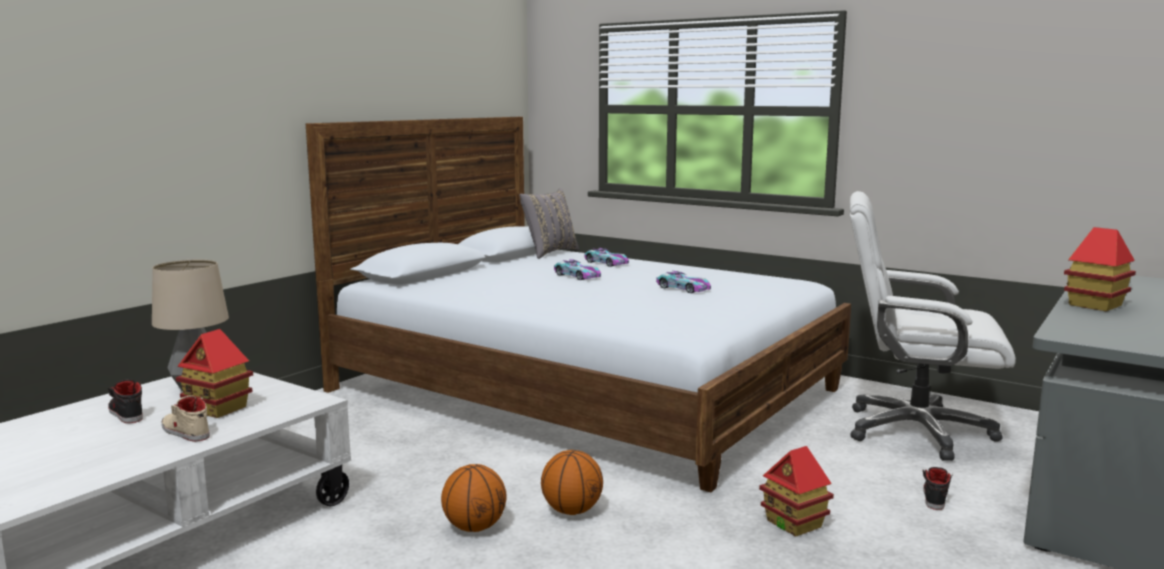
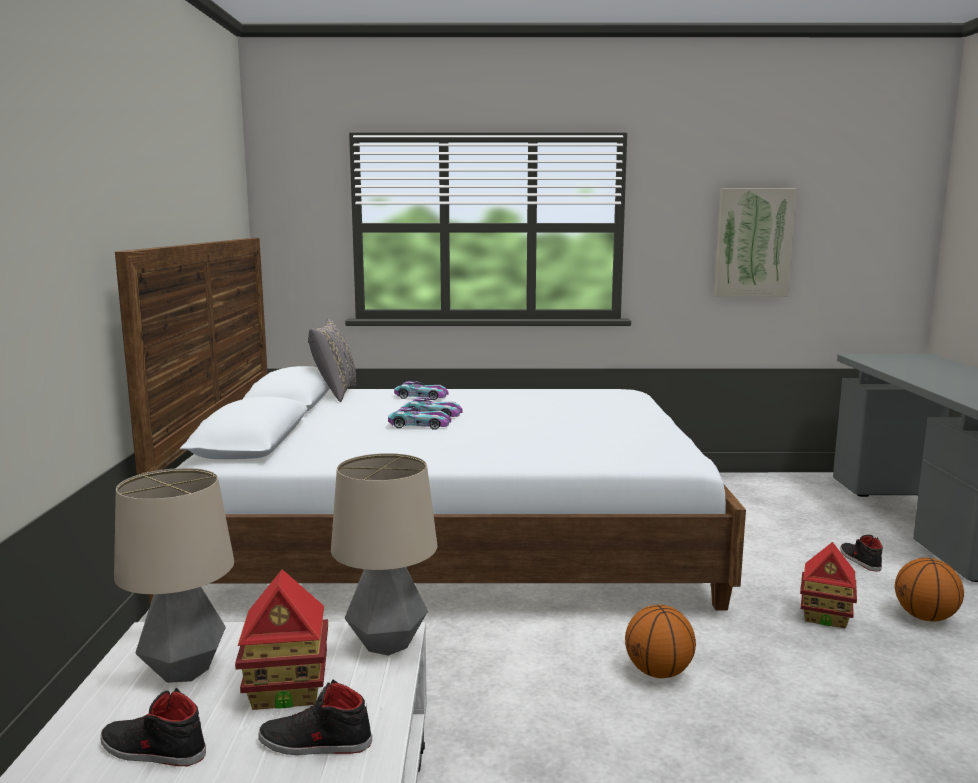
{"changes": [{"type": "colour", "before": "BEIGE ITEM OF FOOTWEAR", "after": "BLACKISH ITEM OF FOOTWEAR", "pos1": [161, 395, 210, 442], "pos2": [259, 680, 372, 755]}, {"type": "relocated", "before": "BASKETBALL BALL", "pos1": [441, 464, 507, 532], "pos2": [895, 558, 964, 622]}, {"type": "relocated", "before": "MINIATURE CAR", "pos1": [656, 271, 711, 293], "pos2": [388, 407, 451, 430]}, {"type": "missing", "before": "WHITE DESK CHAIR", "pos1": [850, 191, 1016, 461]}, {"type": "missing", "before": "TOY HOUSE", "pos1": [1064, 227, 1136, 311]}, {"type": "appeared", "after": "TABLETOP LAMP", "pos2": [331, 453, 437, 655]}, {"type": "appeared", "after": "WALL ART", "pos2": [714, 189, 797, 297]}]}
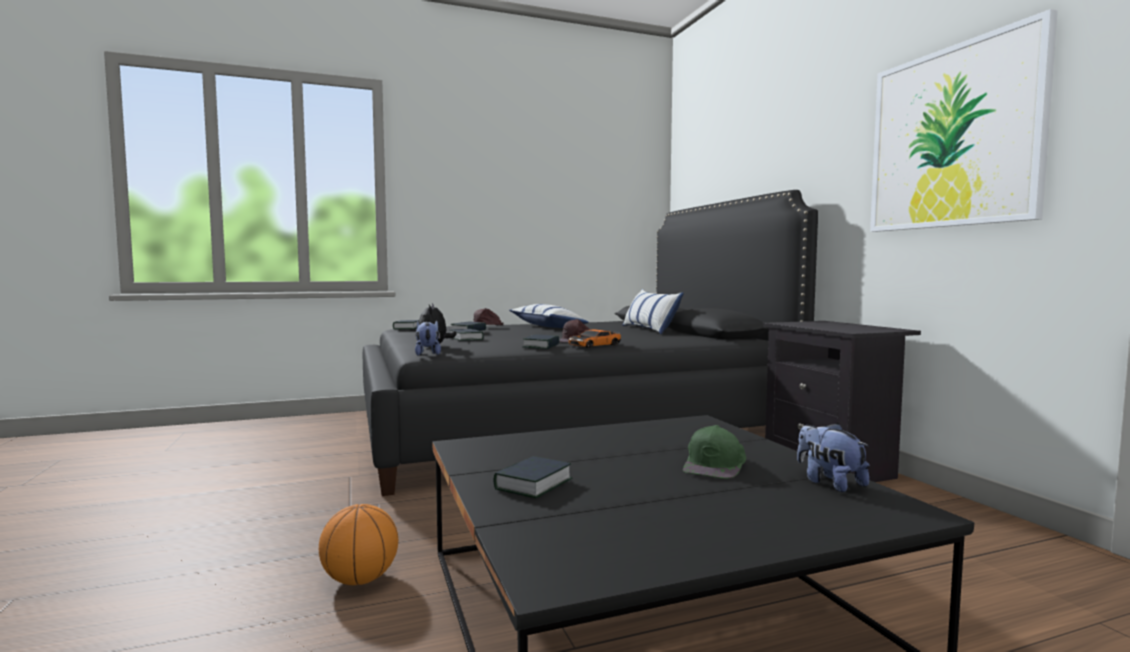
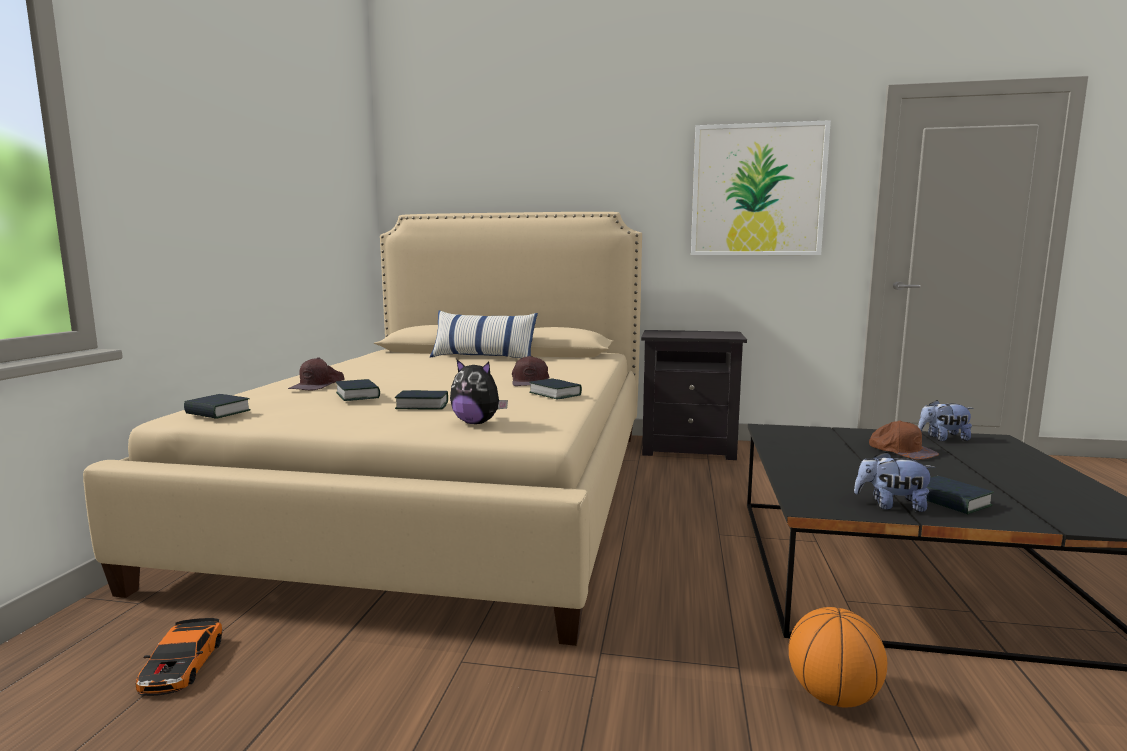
{"changes": [{"type": "colour", "before": "BLACKISH BEDROOM BED", "after": "BEIGE BEDROOM BED", "pos1": [363, 190, 818, 496], "pos2": [83, 212, 642, 646]}, {"type": "relocated", "before": "PLUSH TOY", "pos1": [415, 320, 441, 356], "pos2": [854, 452, 936, 512]}, {"type": "missing", "before": "THROW PILLOW", "pos1": [509, 304, 589, 328]}, {"type": "relocated", "before": "MINIATURE CAR", "pos1": [568, 330, 621, 348], "pos2": [136, 618, 222, 696]}, {"type": "colour", "before": "GREENISH PEAKED CAP", "after": "BROWNISH PEAKED CAP", "pos1": [683, 425, 746, 479], "pos2": [869, 421, 939, 460]}]}
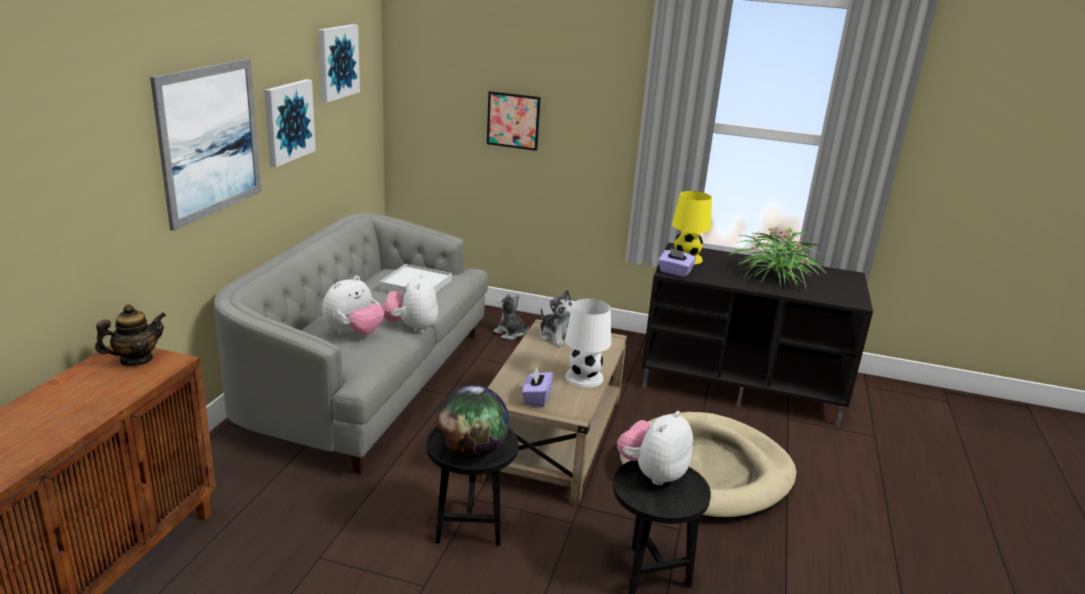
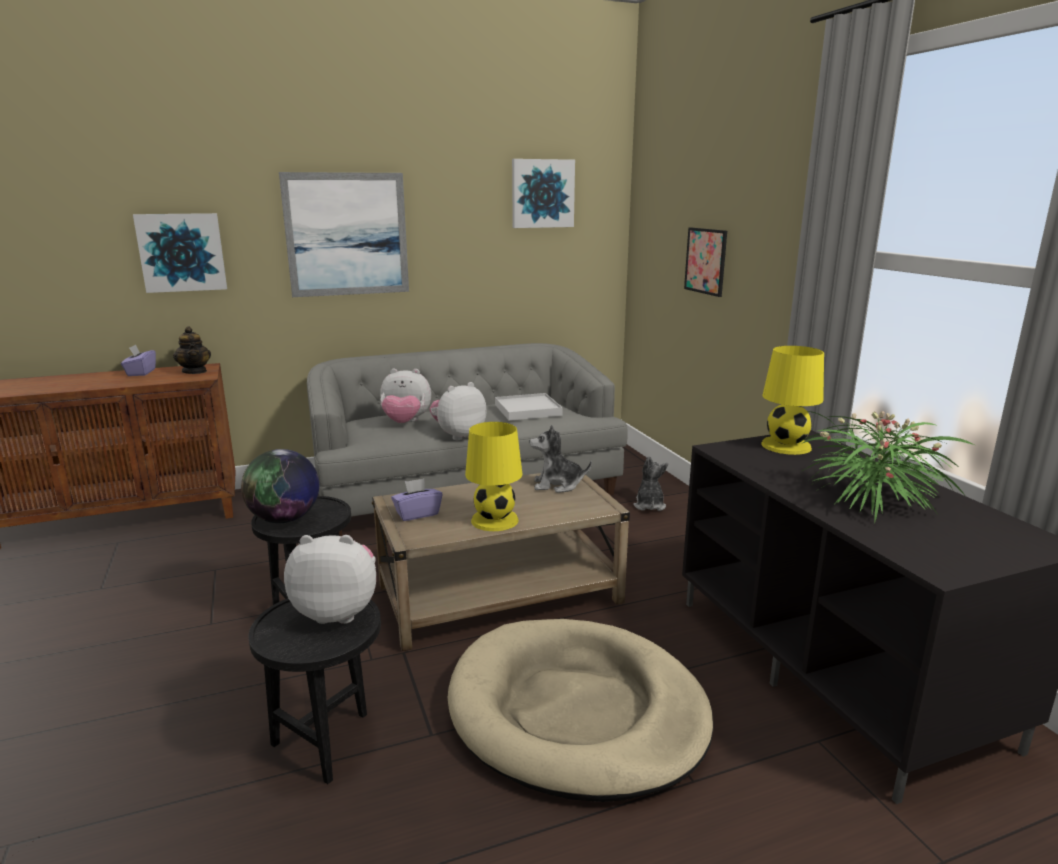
{"changes": [{"type": "spun", "before": "TEA POT", "pos1": [95, 304, 166, 366], "pos2": [173, 326, 211, 374], "turn": 45}, {"type": "relocated", "before": "WALL ART", "pos1": [264, 79, 316, 167], "pos2": [133, 213, 227, 293]}, {"type": "spun", "before": "PLUSH TOY", "pos1": [540, 289, 572, 347], "pos2": [529, 425, 592, 493], "turn": 75}, {"type": "colour", "before": "WHITE TABLETOP LAMP", "after": "YELLOW-COLOURED TABLETOP LAMP", "pos1": [565, 299, 611, 388], "pos2": [465, 422, 522, 531]}, {"type": "relocated", "before": "PURPLE TISSUE HOLDER", "pos1": [658, 248, 696, 277], "pos2": [121, 344, 156, 376]}]}
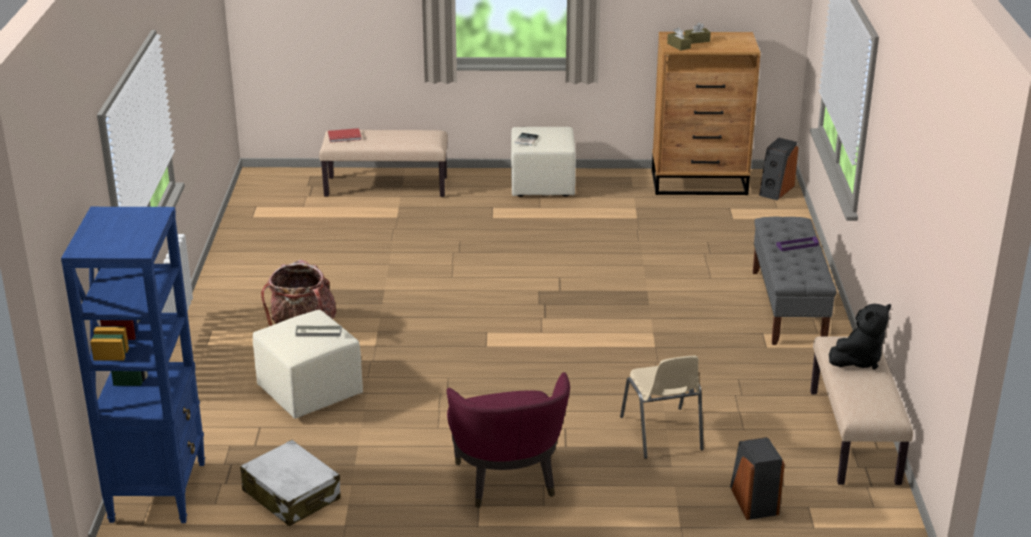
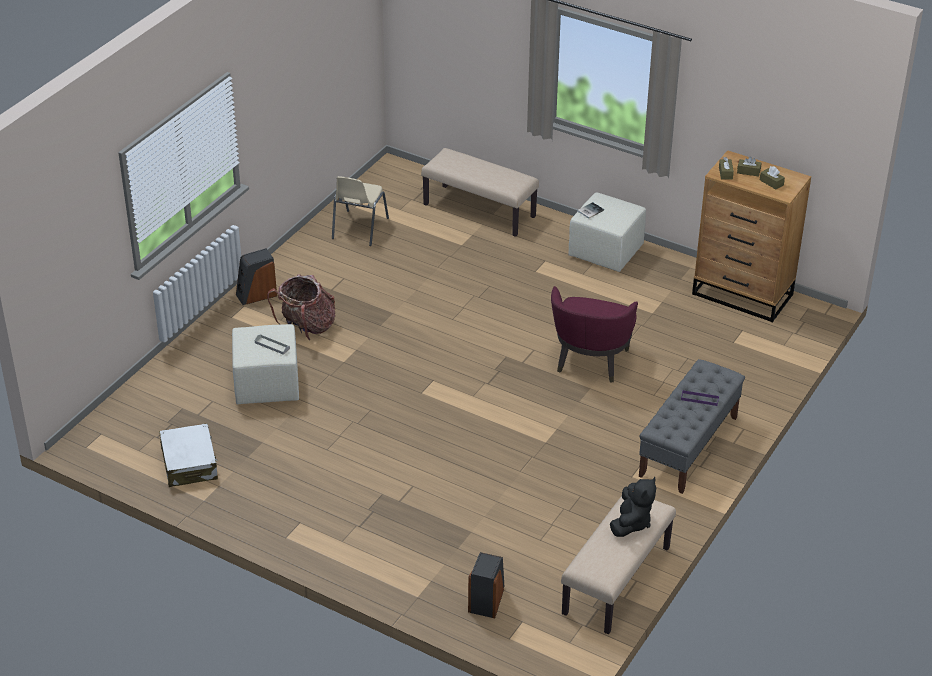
{"changes": [{"type": "missing", "before": "BLUE-COLOURED BOOKSHELF", "pos1": [61, 207, 205, 523]}, {"type": "missing", "before": "RED-COLOURED BOUND BOOK", "pos1": [328, 128, 362, 143]}, {"type": "relocated", "before": "PURPLE EASY CHAIR", "pos1": [447, 372, 570, 508], "pos2": [551, 286, 638, 383]}, {"type": "relocated", "before": "BEIGE PLAIN CHAIR", "pos1": [620, 355, 704, 459], "pos2": [332, 176, 389, 246]}, {"type": "relocated", "before": "LOUDSPEAKER", "pos1": [759, 138, 799, 200], "pos2": [236, 248, 277, 305]}, {"type": "spun", "before": "BLACKISH PLUSH TOY", "pos1": [829, 304, 891, 369], "pos2": [610, 477, 656, 537], "turn": -60}, {"type": "appeared", "after": "BROWNISH TISSUE HOLDER", "pos2": [760, 166, 785, 189]}]}
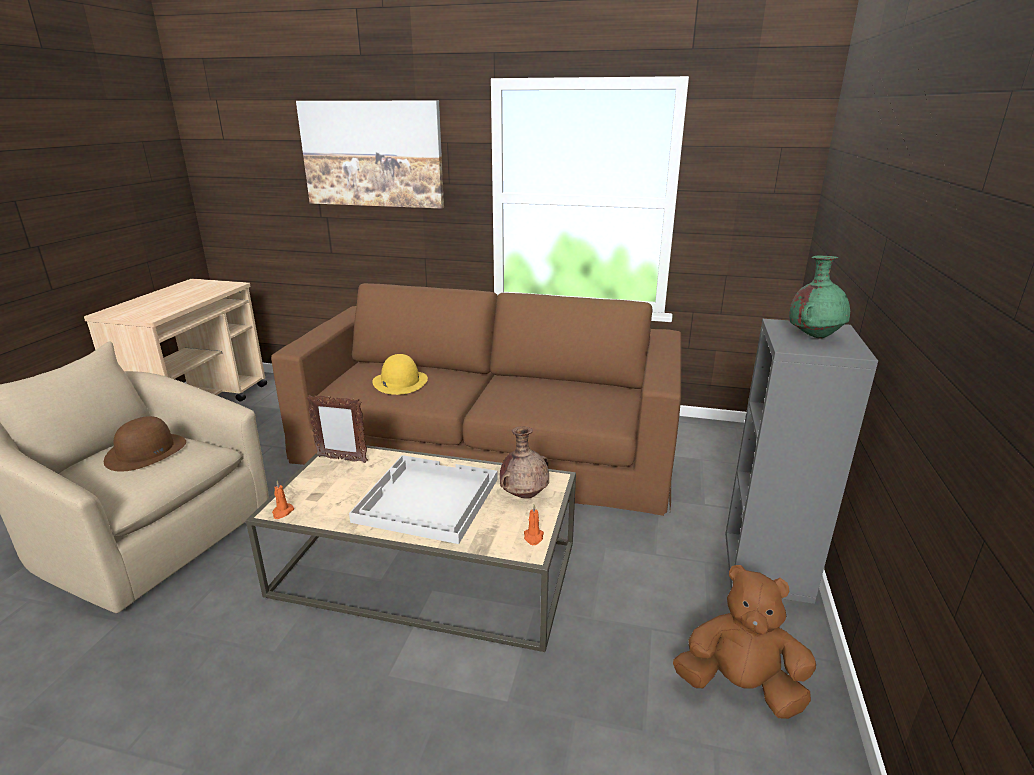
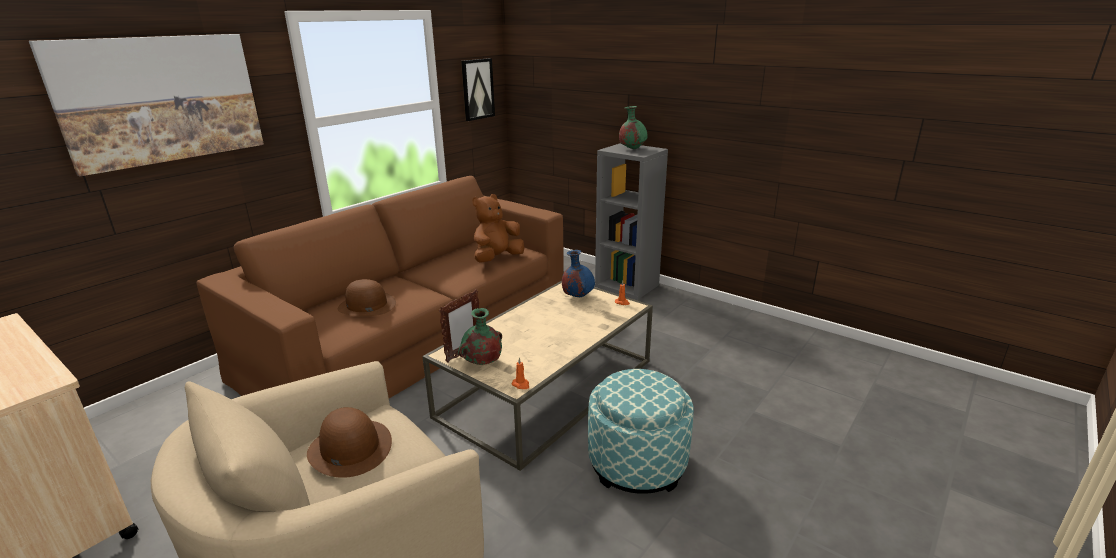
{"changes": [{"type": "missing", "before": "WHITE TRAY", "pos1": [349, 455, 498, 544]}, {"type": "colour", "before": "YELLOW-COLOURED HAT", "after": "BROWNISH HAT", "pos1": [372, 354, 428, 395], "pos2": [338, 279, 396, 316]}, {"type": "colour", "before": "BROWNISH VASE", "after": "BLUE-COLOURED VASE", "pos1": [500, 426, 549, 499], "pos2": [562, 250, 595, 297]}, {"type": "relocated", "before": "BROWNISH PLUSH TOY", "pos1": [673, 565, 816, 719], "pos2": [472, 194, 525, 263]}, {"type": "appeared", "after": "GREENISH VASE", "pos2": [458, 308, 502, 365]}, {"type": "appeared", "after": "WALL ART", "pos2": [461, 58, 495, 121]}, {"type": "appeared", "after": "FOOTREST", "pos2": [588, 369, 694, 494]}]}
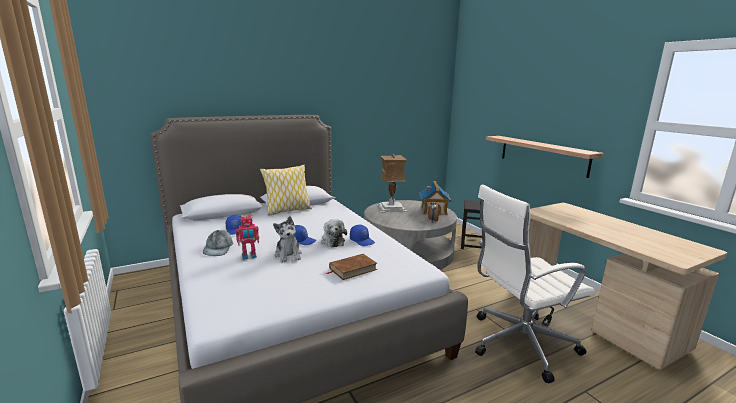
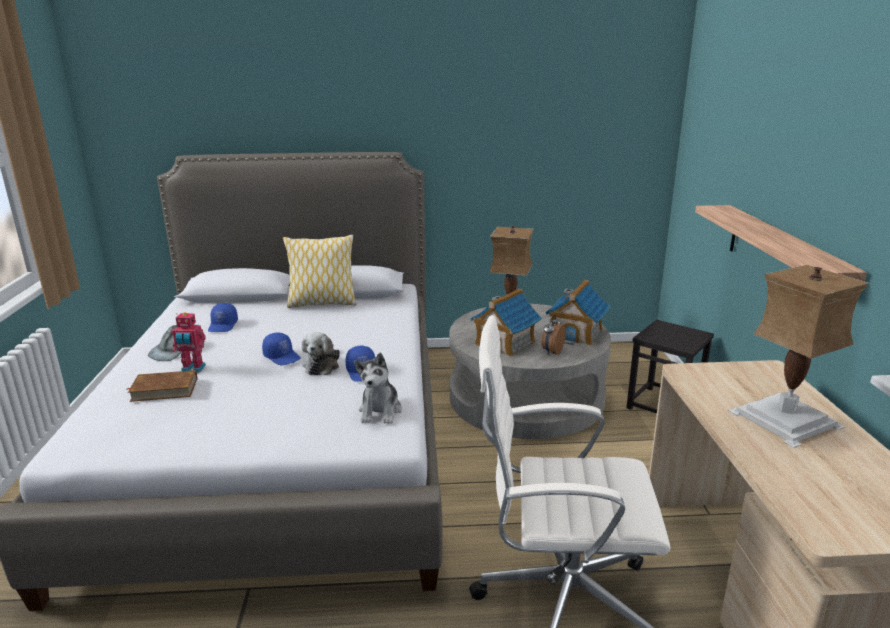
{"changes": [{"type": "relocated", "before": "PLUSH TOY", "pos1": [273, 216, 302, 262], "pos2": [354, 353, 402, 424]}, {"type": "relocated", "before": "BROWNISH BOUND BOOK", "pos1": [327, 254, 377, 280], "pos2": [128, 370, 197, 402]}, {"type": "appeared", "after": "TOY HOUSE", "pos2": [470, 289, 542, 357]}, {"type": "appeared", "after": "TABLETOP LAMP", "pos2": [728, 265, 869, 448]}]}
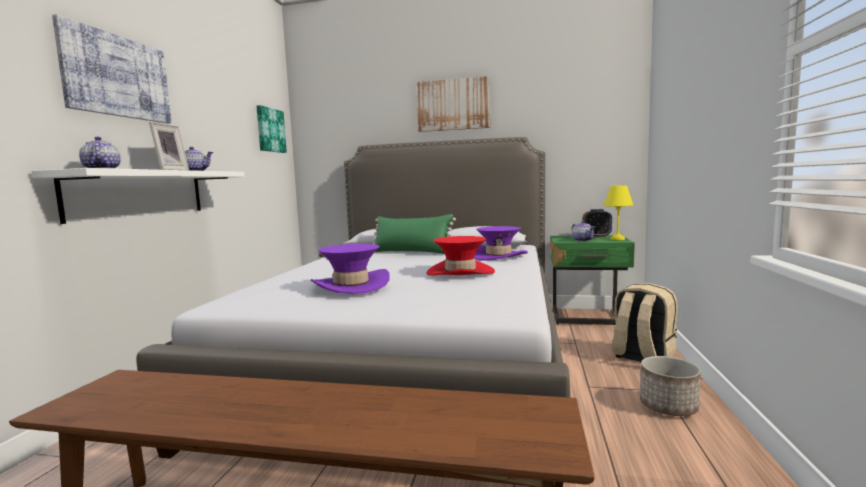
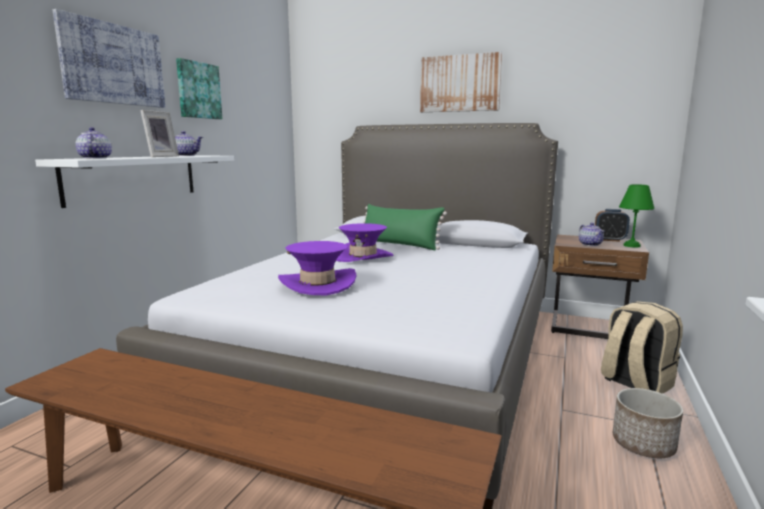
{"changes": [{"type": "relocated", "before": "WALL ART", "pos1": [256, 105, 287, 153], "pos2": [176, 58, 222, 119]}, {"type": "missing", "before": "RED-COLOURED HAT", "pos1": [427, 236, 495, 276]}, {"type": "relocated", "before": "PURPLE HAT", "pos1": [474, 226, 528, 261], "pos2": [336, 223, 394, 262]}, {"type": "colour", "before": "GREENISH NIGHT TABLE", "after": "BROWNISH NIGHT TABLE", "pos1": [550, 235, 635, 325], "pos2": [551, 235, 649, 339]}, {"type": "colour", "before": "YELLOW-COLOURED TABLETOP LAMP", "after": "GREENISH TABLETOP LAMP", "pos1": [604, 185, 633, 240], "pos2": [619, 184, 655, 248]}]}
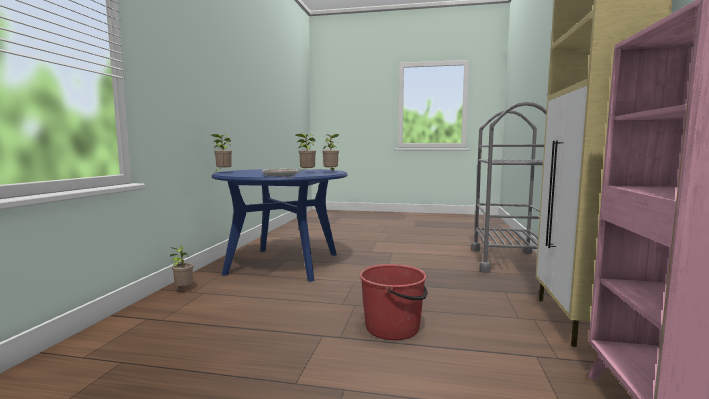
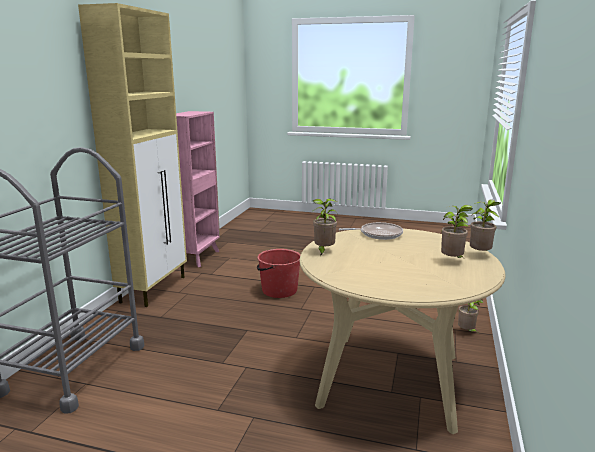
{"changes": [{"type": "colour", "before": "BLUE-COLOURED DINNER TABLE", "after": "BEIGE DINNER TABLE", "pos1": [211, 169, 348, 282], "pos2": [299, 229, 505, 434]}, {"type": "relocated", "before": "PLANT IN A POT", "pos1": [296, 134, 316, 172], "pos2": [441, 205, 472, 258]}]}
